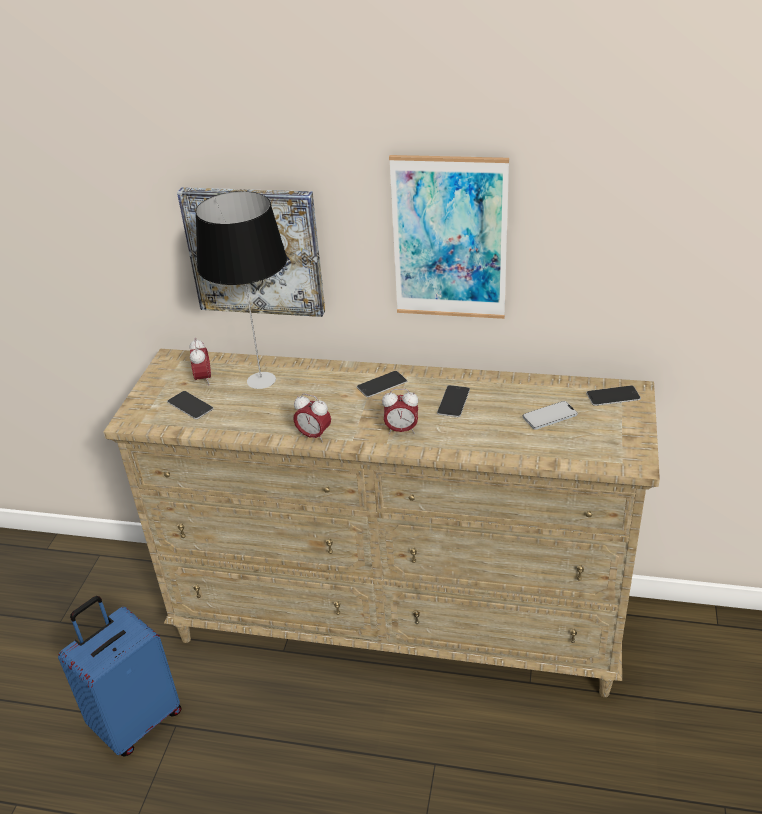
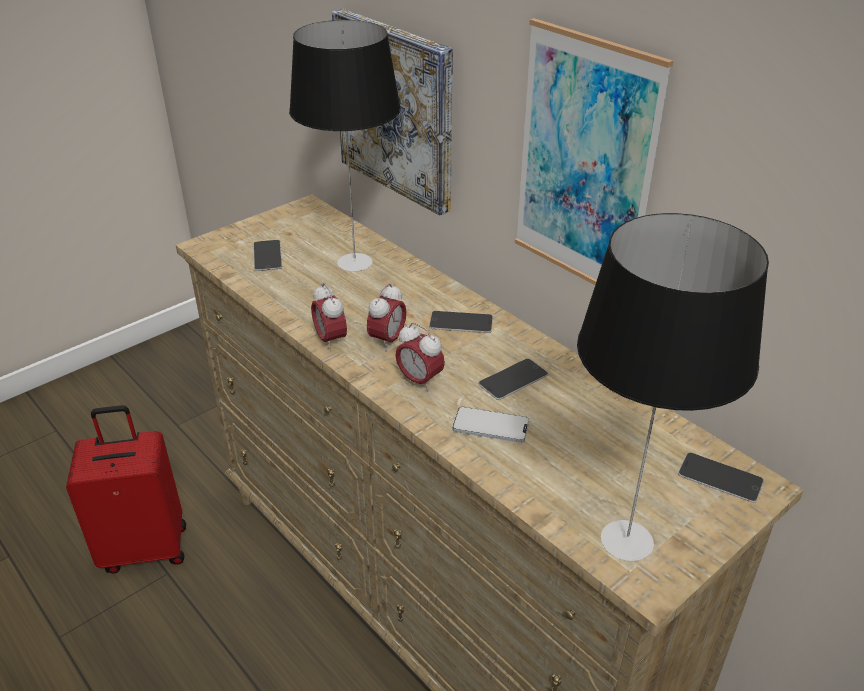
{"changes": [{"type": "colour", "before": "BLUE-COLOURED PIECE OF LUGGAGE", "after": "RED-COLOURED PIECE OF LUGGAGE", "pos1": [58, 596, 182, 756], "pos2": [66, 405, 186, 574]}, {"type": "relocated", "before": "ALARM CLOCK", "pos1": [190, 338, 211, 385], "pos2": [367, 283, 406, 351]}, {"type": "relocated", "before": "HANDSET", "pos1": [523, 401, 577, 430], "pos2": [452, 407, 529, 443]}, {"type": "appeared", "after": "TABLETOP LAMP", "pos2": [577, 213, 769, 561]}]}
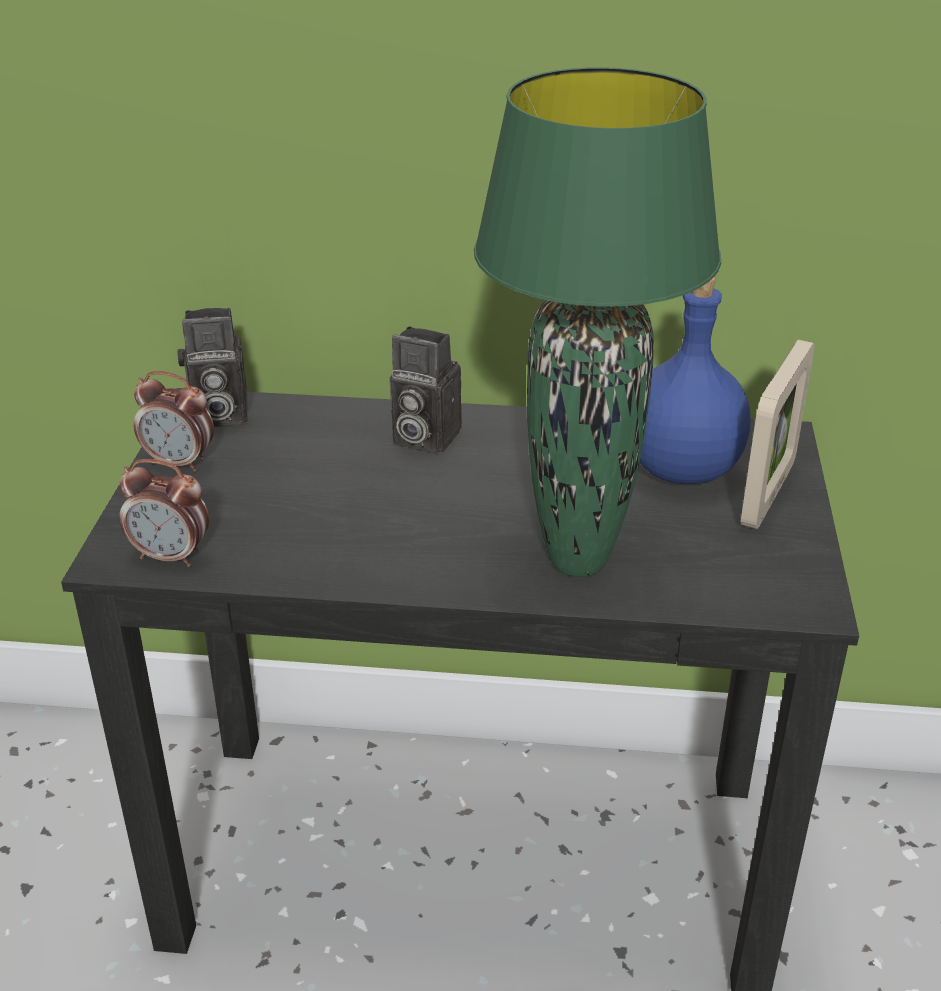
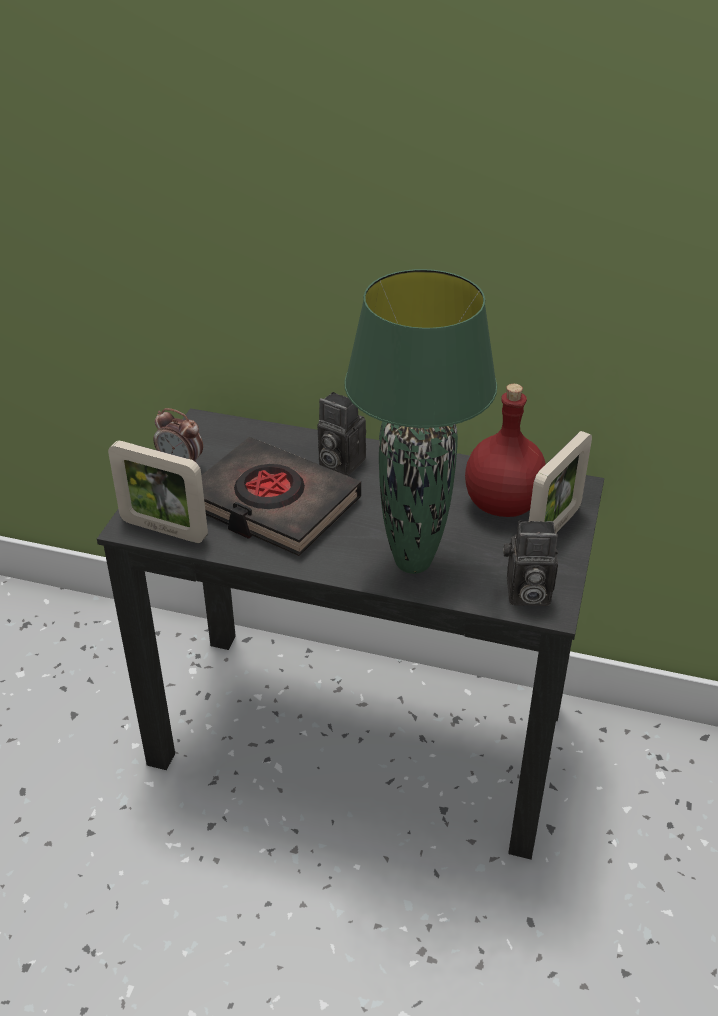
{"changes": [{"type": "exchanged", "before": "ALARM CLOCK", "after": "PHOTO FRAME", "pos1": [119, 459, 209, 567], "pos2": [108, 440, 208, 543]}, {"type": "relocated", "before": "STILL CAMERA", "pos1": [177, 308, 248, 427], "pos2": [503, 521, 558, 606]}, {"type": "colour", "before": "BLUE-COLOURED BOTTLE", "after": "RED-COLOURED BOTTLE", "pos1": [640, 276, 750, 484], "pos2": [465, 384, 546, 517]}, {"type": "appeared", "after": "BLACKISH BOUND BOOK", "pos2": [201, 437, 361, 556]}]}
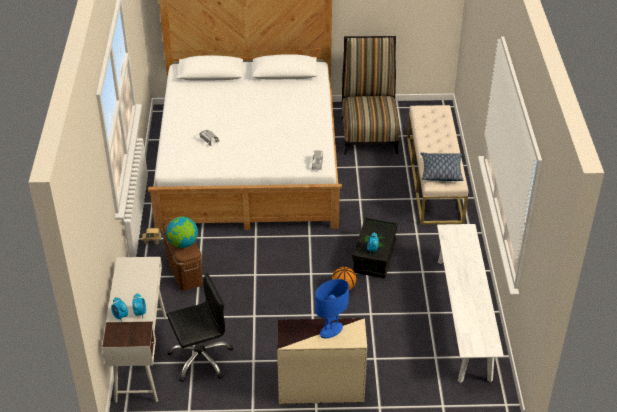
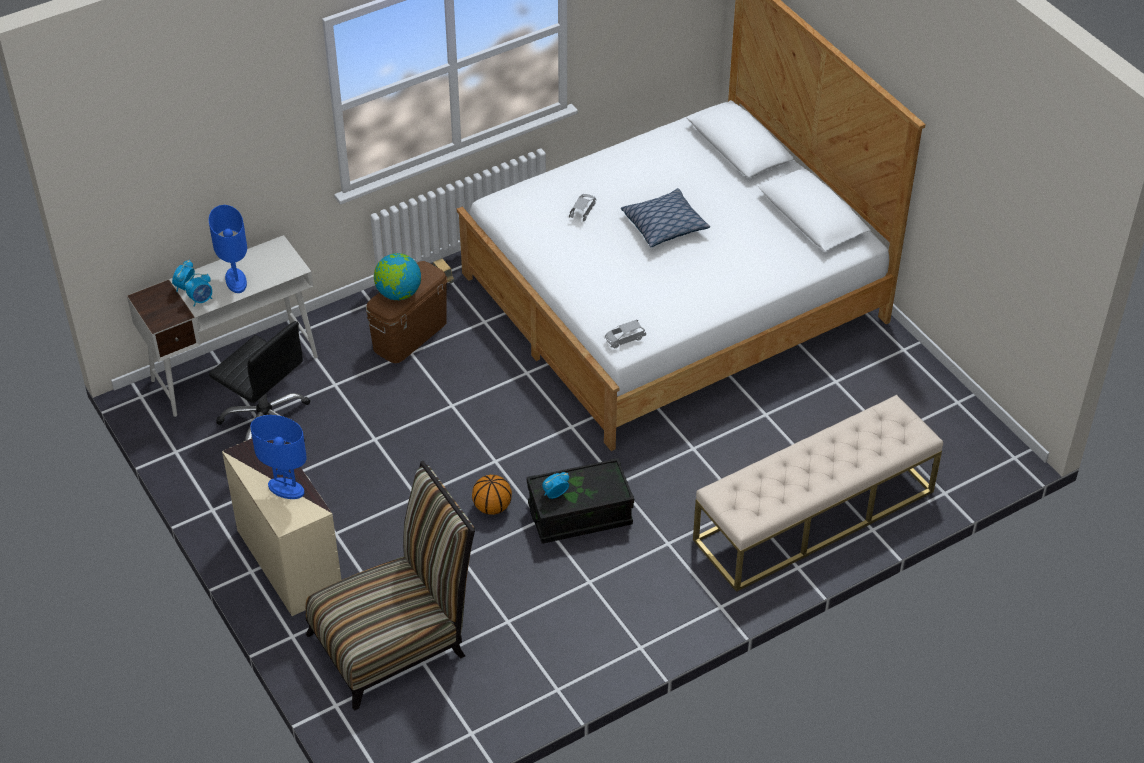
{"changes": [{"type": "relocated", "before": "PLAIN CHAIR", "pos1": [341, 36, 400, 155], "pos2": [305, 461, 475, 711]}, {"type": "relocated", "before": "THROW PILLOW", "pos1": [420, 153, 464, 181], "pos2": [621, 188, 710, 247]}, {"type": "missing", "before": "WHITE BENCH", "pos1": [437, 224, 504, 383]}, {"type": "appeared", "after": "BLUE-COLOURED TABLETOP LAMP", "pos2": [209, 205, 247, 293]}]}
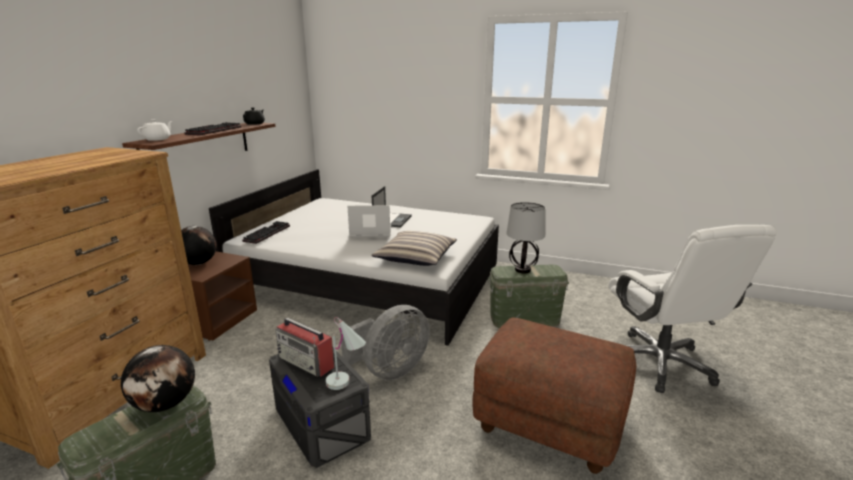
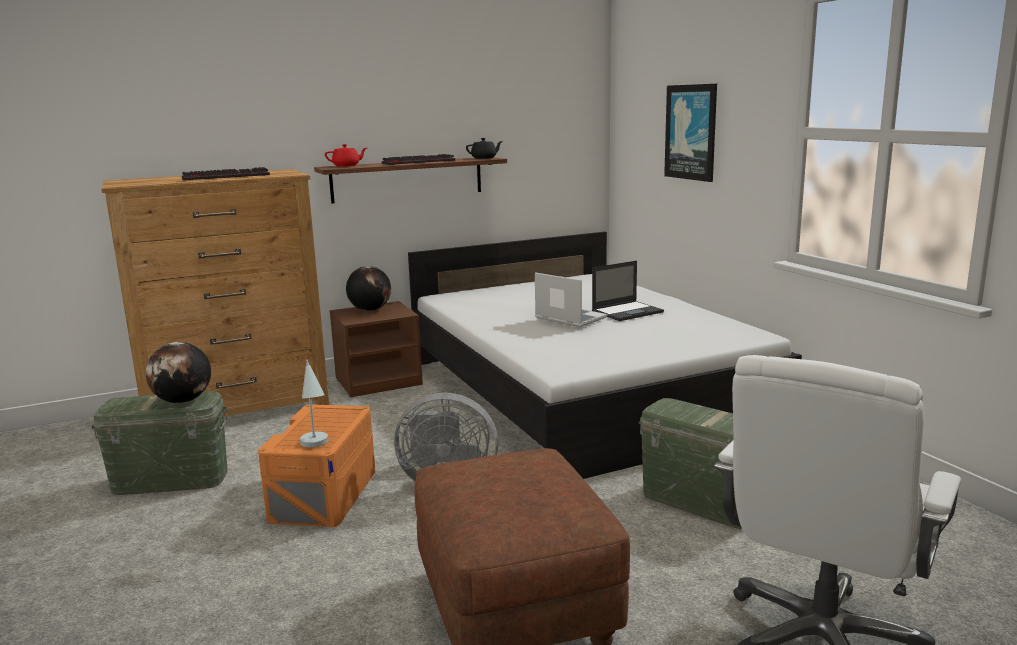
{"changes": [{"type": "colour", "before": "WHITE TEA POT", "after": "RED-COLOURED TEA POT", "pos1": [137, 119, 173, 141], "pos2": [325, 144, 367, 167]}, {"type": "relocated", "before": "COMPUTER KEYBOARD", "pos1": [242, 221, 290, 244], "pos2": [182, 167, 270, 181]}, {"type": "colour", "before": "GREY STORAGE BOX", "after": "ORANGEY STORAGE BOX", "pos1": [269, 348, 371, 468], "pos2": [258, 404, 375, 527]}, {"type": "missing", "before": "RADIO", "pos1": [276, 317, 334, 377]}, {"type": "missing", "before": "THROW PILLOW", "pos1": [371, 231, 457, 266]}, {"type": "missing", "before": "TABLETOP LAMP", "pos1": [506, 202, 546, 273]}, {"type": "appeared", "after": "WALL ART", "pos2": [664, 84, 717, 182]}]}
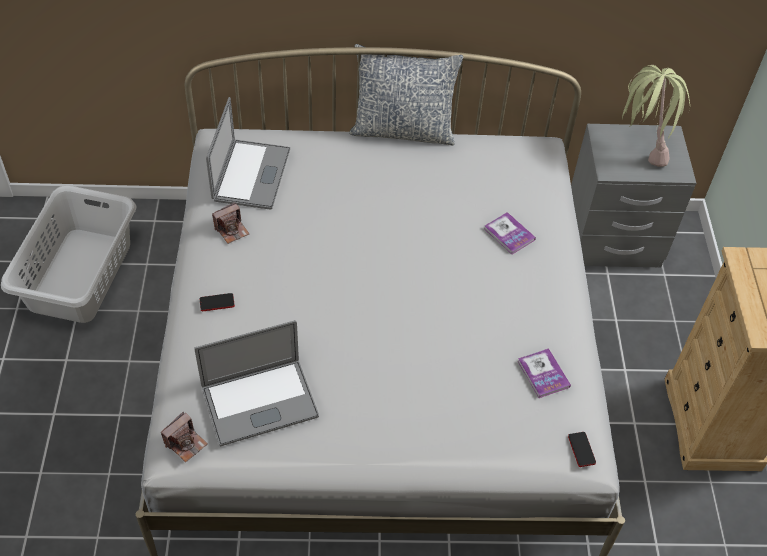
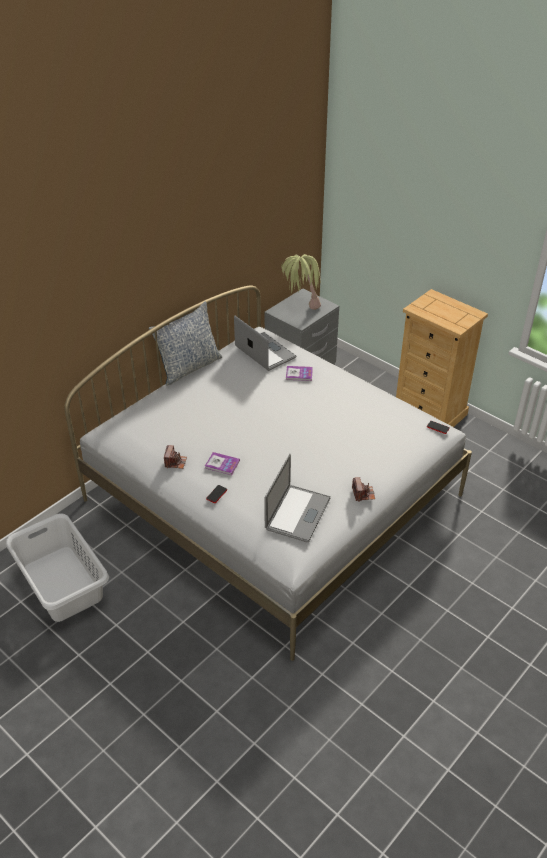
{"changes": [{"type": "relocated", "before": "STILL CAMERA", "pos1": [161, 412, 208, 462], "pos2": [352, 477, 375, 501]}, {"type": "relocated", "before": "NOTEBOOK COMPUTER", "pos1": [206, 97, 290, 209], "pos2": [234, 316, 296, 371]}, {"type": "relocated", "before": "BOUND BOOK", "pos1": [518, 348, 571, 398], "pos2": [205, 452, 240, 475]}]}
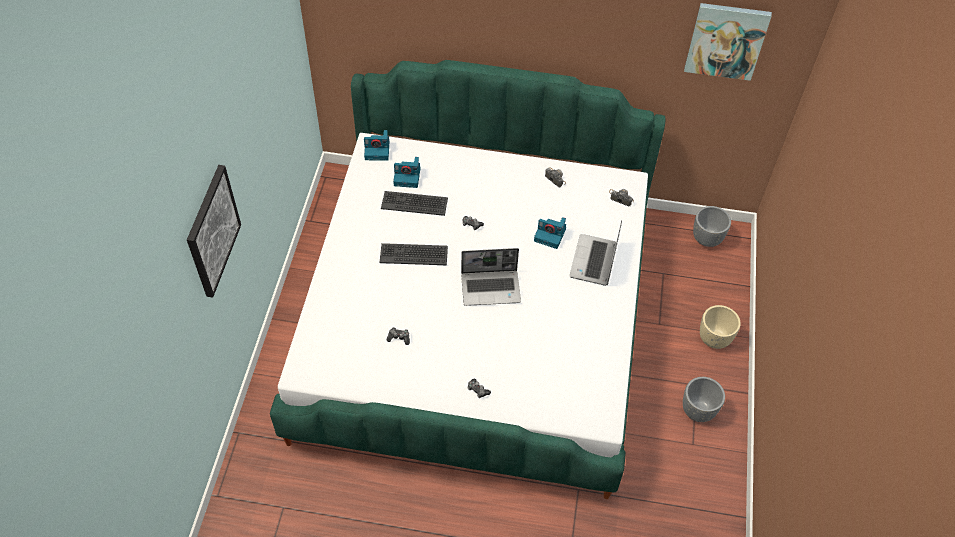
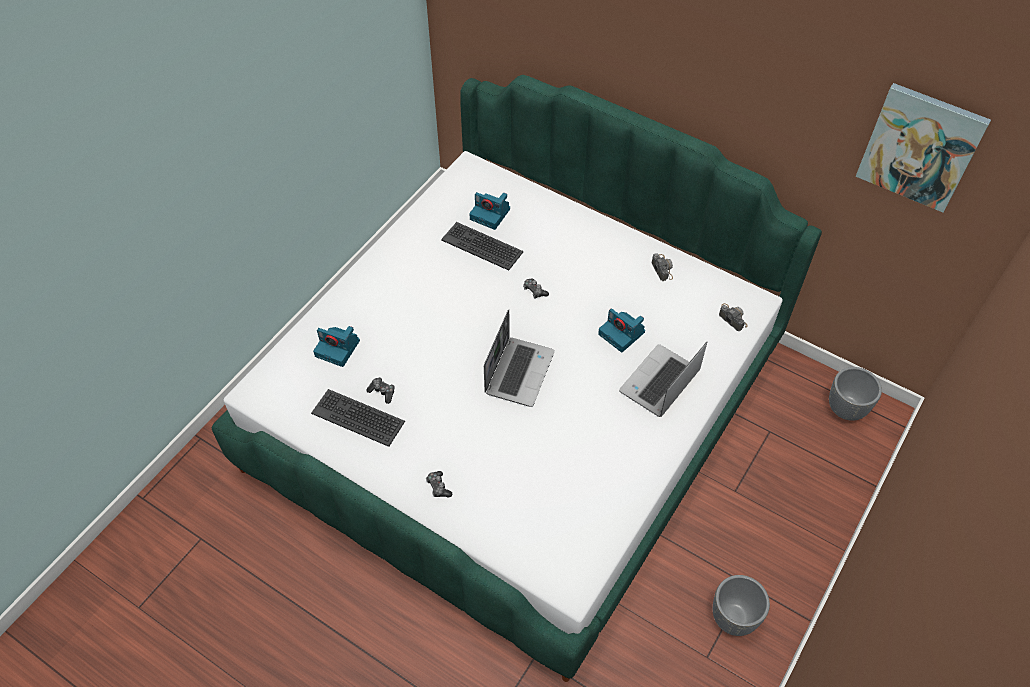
{"changes": [{"type": "missing", "before": "WALL ART", "pos1": [187, 165, 241, 298]}, {"type": "relocated", "before": "STILL CAMERA", "pos1": [364, 130, 389, 161], "pos2": [313, 326, 360, 367]}, {"type": "relocated", "before": "COMPUTER KEYBOARD", "pos1": [379, 243, 448, 265], "pos2": [311, 389, 405, 447]}, {"type": "spun", "before": "NOTEBOOK COMPUTER", "pos1": [461, 248, 521, 306], "pos2": [484, 309, 555, 407], "turn": -90}, {"type": "missing", "before": "BEIGE PLANTER", "pos1": [700, 305, 741, 349]}]}
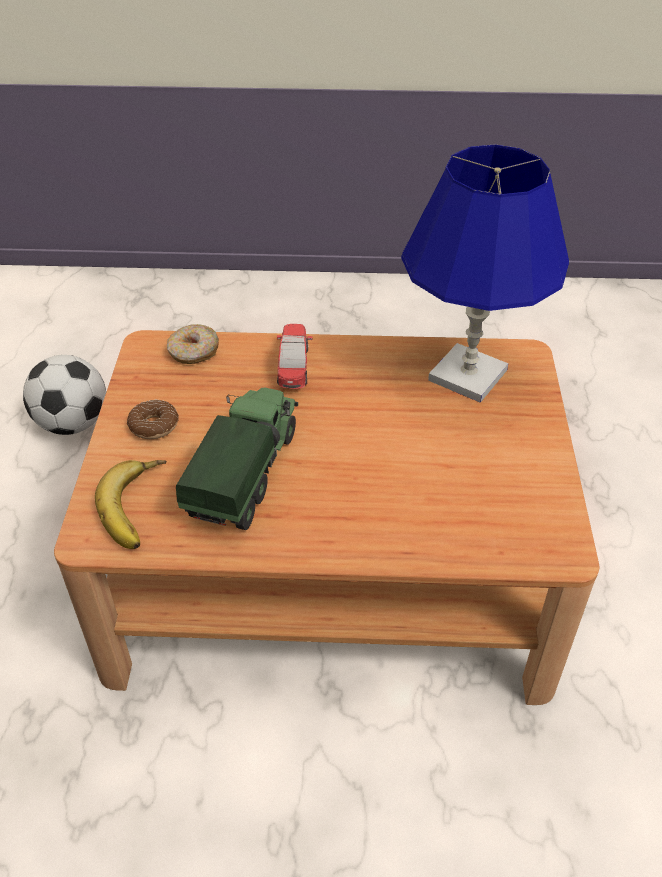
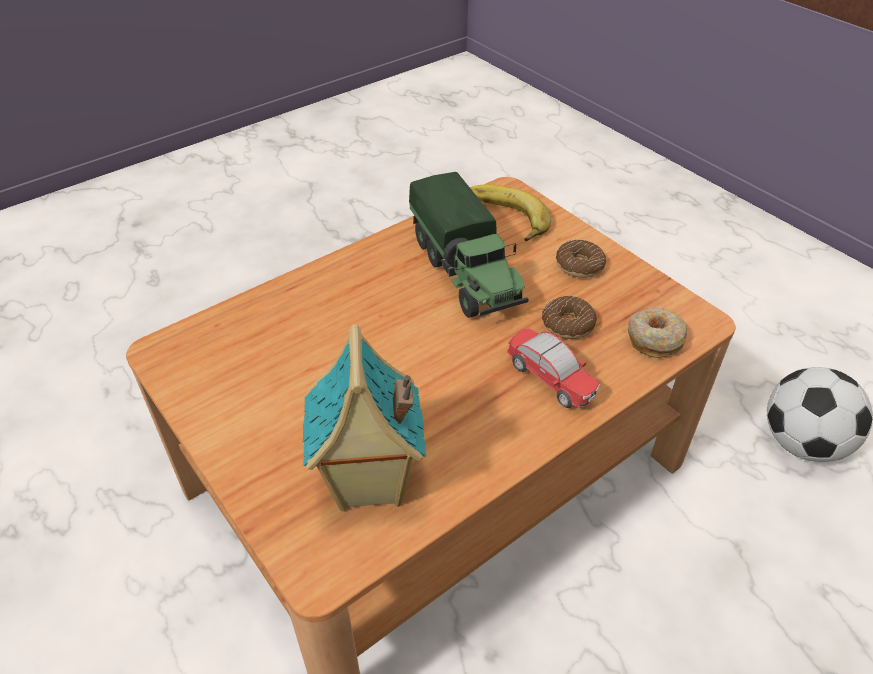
{"changes": [{"type": "exchanged", "before": "BLUE-COLOURED TABLETOP LAMP", "after": "TOY HOUSE", "pos1": [401, 144, 569, 403], "pos2": [303, 324, 426, 512]}, {"type": "appeared", "after": "DONUT", "pos2": [542, 296, 597, 339]}]}
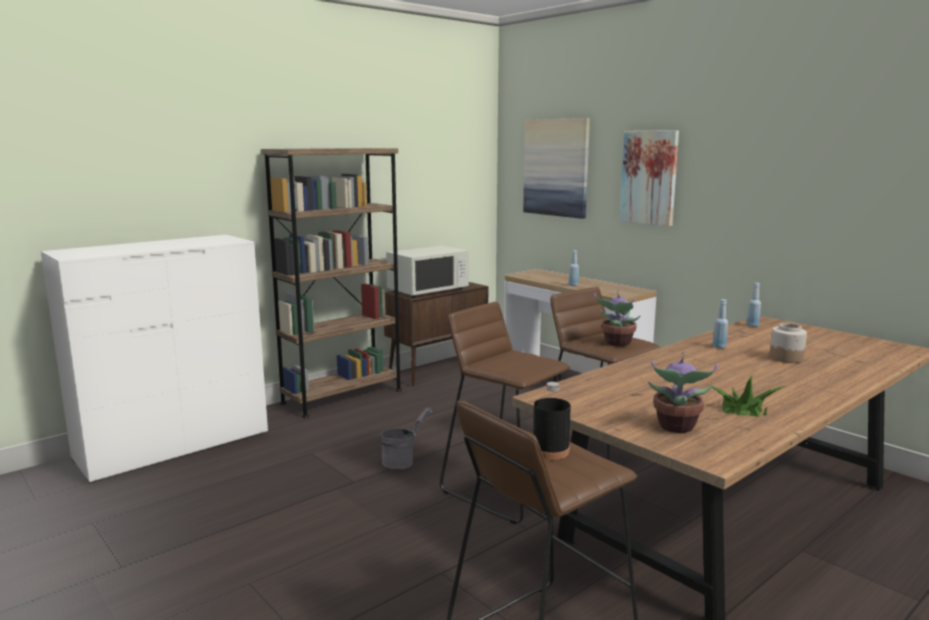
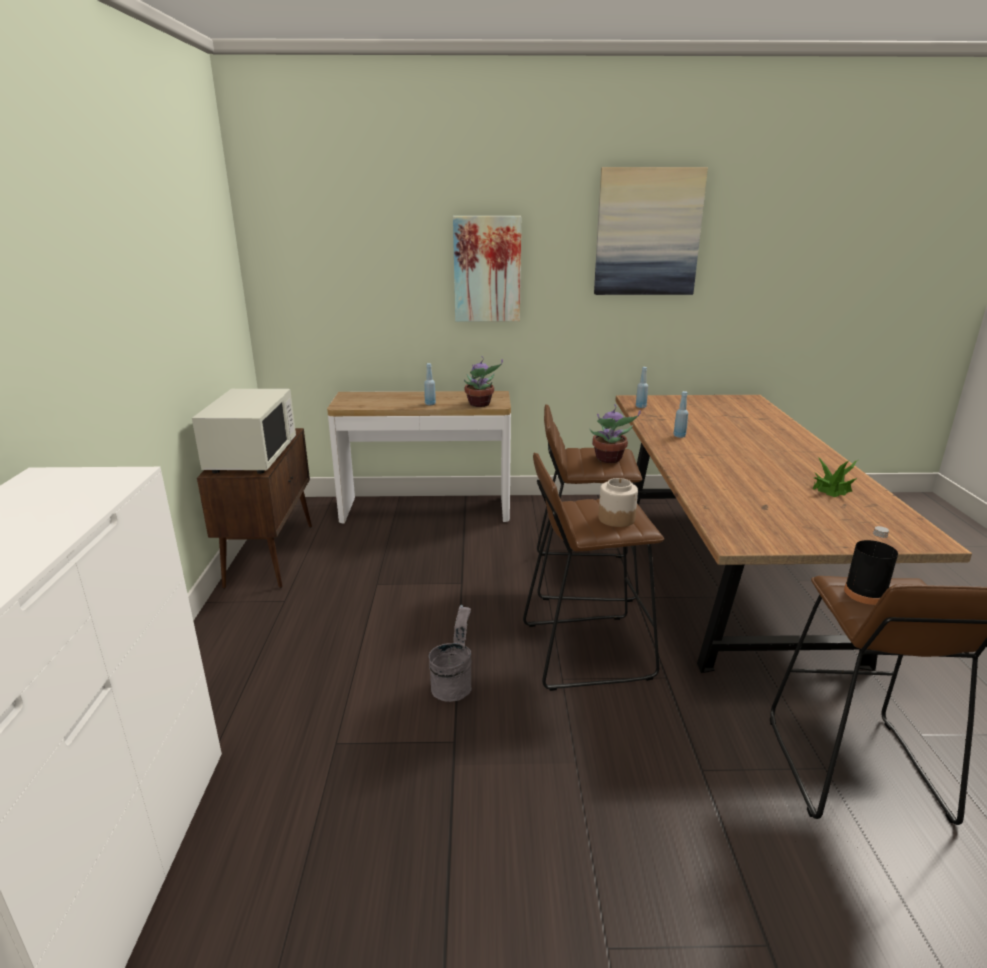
{"changes": [{"type": "missing", "before": "BROWNISH BOOKSHELF", "pos1": [261, 148, 402, 418]}, {"type": "relocated", "before": "WALL ART", "pos1": [523, 118, 590, 219], "pos2": [594, 167, 708, 295]}, {"type": "relocated", "before": "PLANT IN A POT", "pos1": [648, 352, 718, 433], "pos2": [464, 356, 503, 407]}, {"type": "relocated", "before": "PRESERVE JAR", "pos1": [769, 323, 807, 363], "pos2": [598, 478, 638, 527]}]}
